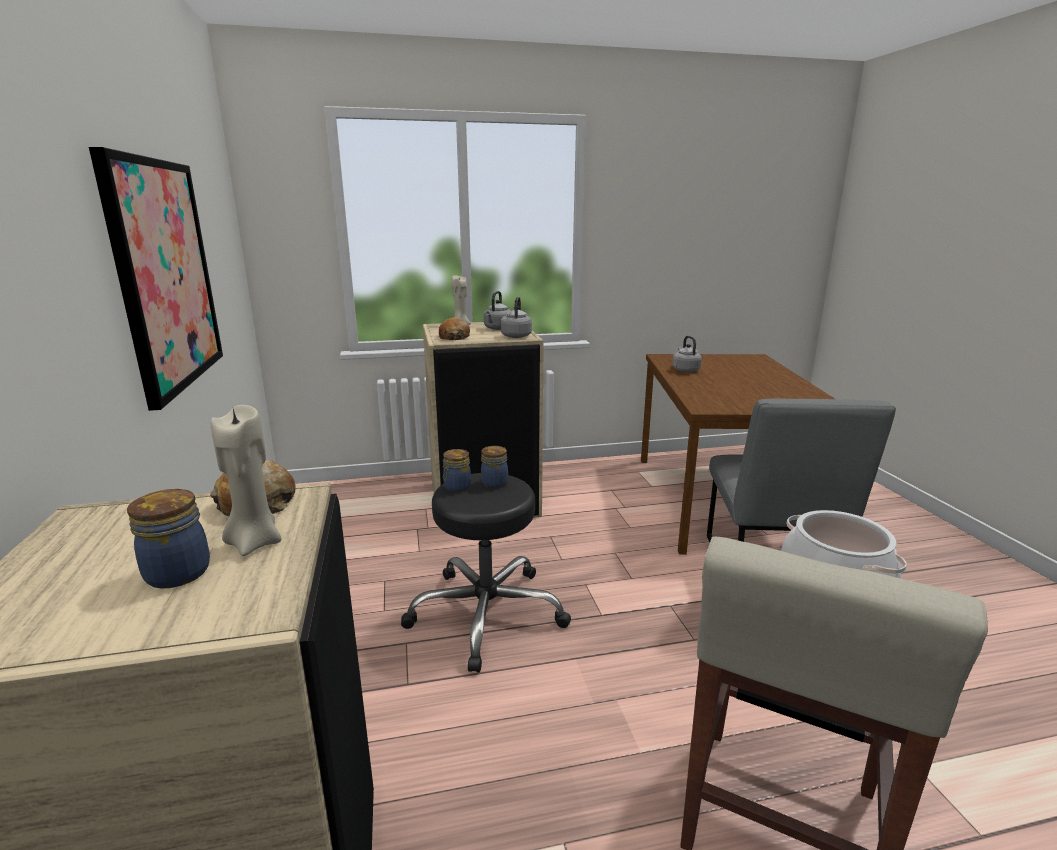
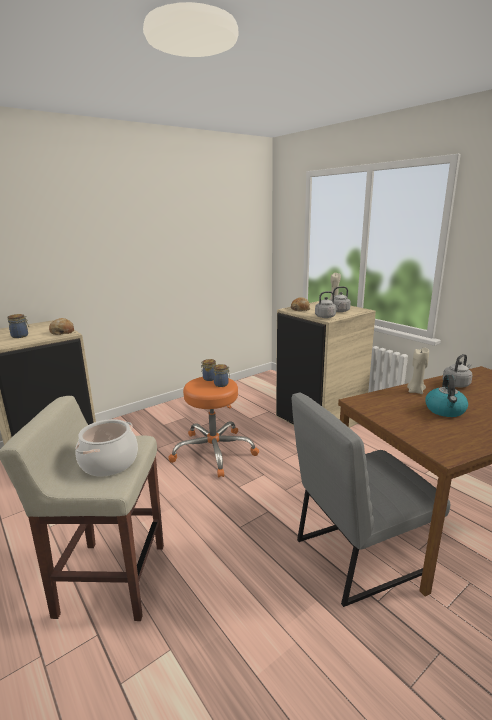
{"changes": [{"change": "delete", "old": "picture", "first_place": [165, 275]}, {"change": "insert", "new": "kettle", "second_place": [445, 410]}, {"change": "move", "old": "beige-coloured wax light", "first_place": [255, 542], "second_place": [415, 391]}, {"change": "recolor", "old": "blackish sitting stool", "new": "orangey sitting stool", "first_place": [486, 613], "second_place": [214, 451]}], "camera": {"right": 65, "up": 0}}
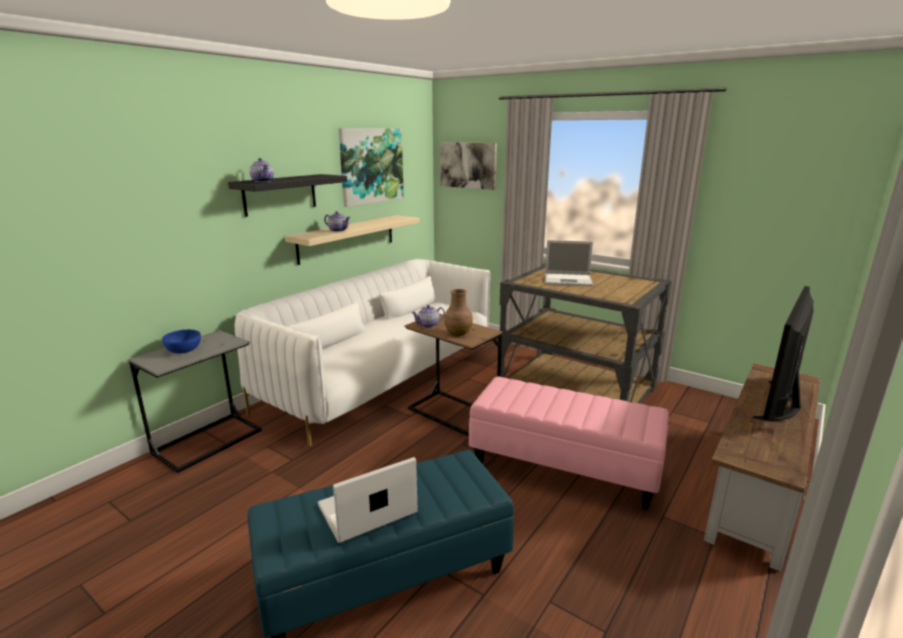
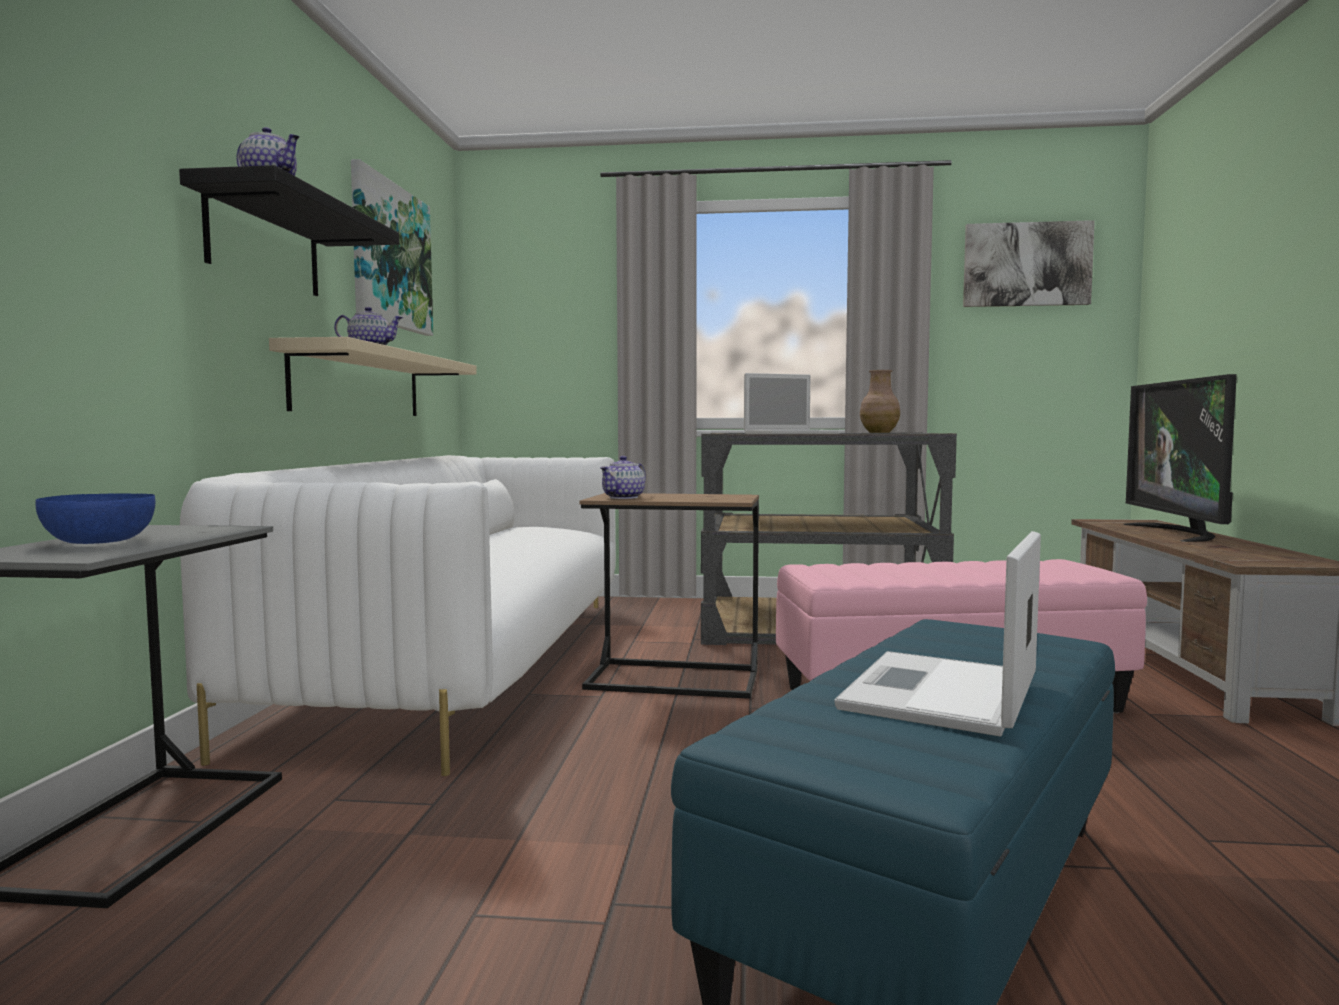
{"changes": [{"change": "move", "old": "picture", "first_place": [468, 165], "second_place": [1026, 265]}, {"change": "move", "old": "brown-coloured flower vase", "first_place": [458, 333], "second_place": [879, 432]}], "camera": {"right": -30, "up": -15}}
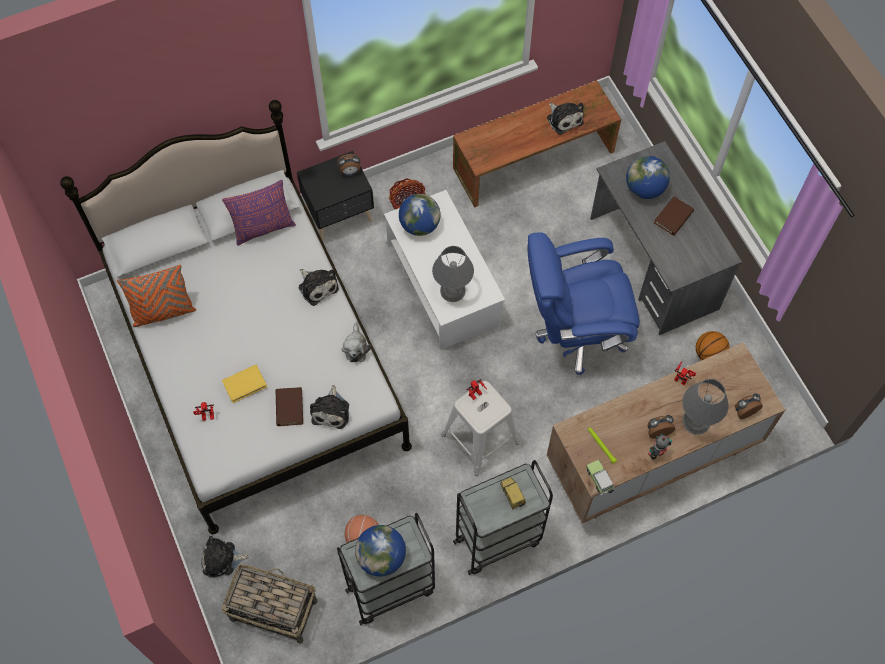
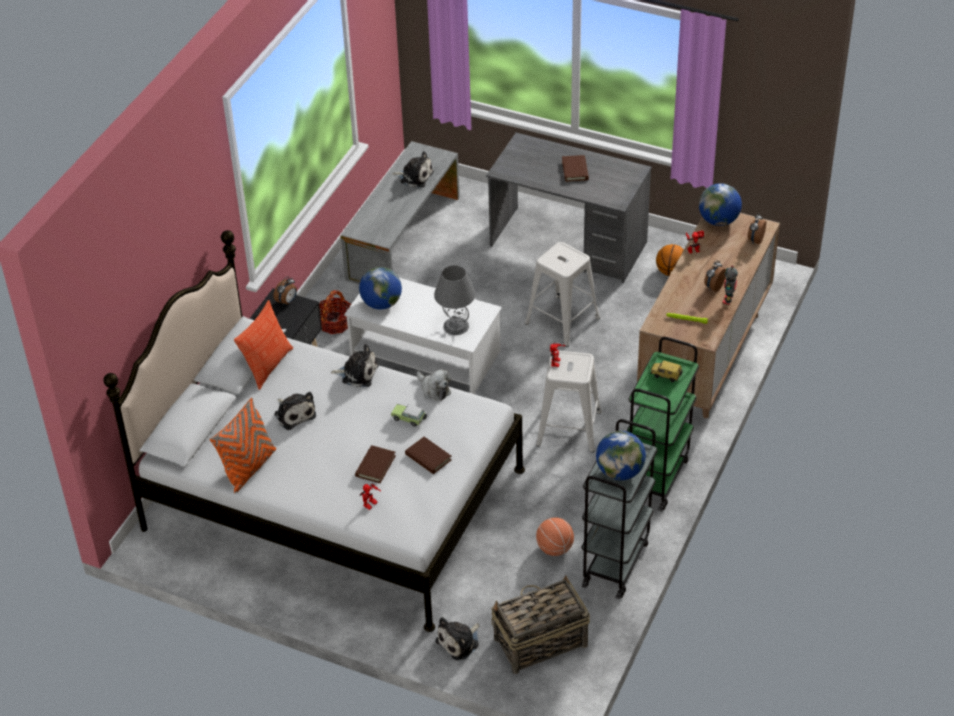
{"changes": [{"change": "delete", "old": "gray tabletop lamp", "first_place": [696, 421]}, {"change": "move", "old": "soft toy", "first_place": [331, 410], "second_place": [294, 414]}, {"change": "move", "old": "model car", "first_place": [599, 480], "second_place": [409, 419]}, {"change": "move", "old": "world globe", "first_place": [644, 188], "second_place": [718, 220]}, {"change": "replace", "old": "blue-coloured desk chair", "new": "white-coloured sitting stool", "first_place": [575, 333], "second_place": [562, 321]}, {"change": "recolor", "old": "purple cushion", "new": "orangey cushion", "first_place": [263, 228], "second_place": [268, 366]}, {"change": "recolor", "old": "yellow-coloured book", "new": "brown-coloured book", "first_place": [244, 384], "second_place": [375, 466]}, {"change": "recolor", "old": "brown-coloured indoor bench", "new": "gray indoor bench", "first_place": [534, 158], "second_place": [402, 237]}, {"change": "recolor", "old": "gray cart", "new": "greenish cart", "first_place": [497, 544], "second_place": [658, 481]}], "camera": {"right": -40, "up": -20}}
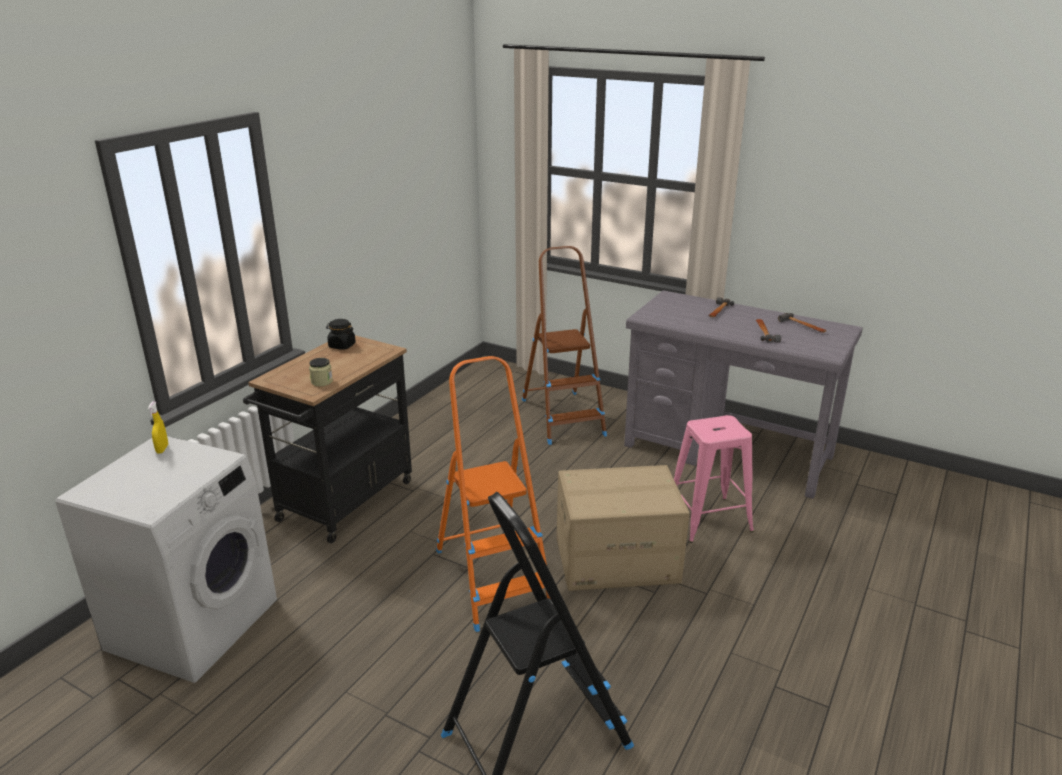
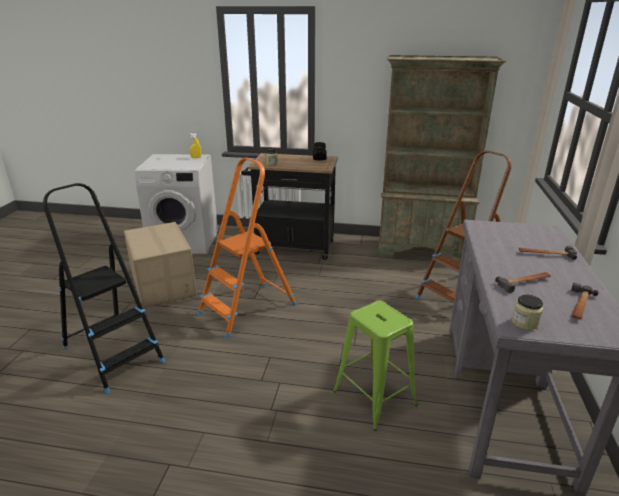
{"changes": [{"change": "insert", "new": "greenish shelving unit", "second_place": [421, 251]}, {"change": "insert", "new": "preserve jar", "second_place": [524, 322]}, {"change": "move", "old": "cardboard box", "first_place": [617, 559], "second_place": [164, 285]}, {"change": "recolor", "old": "pinkish sitting stool", "new": "greenish sitting stool", "first_place": [709, 519], "second_place": [374, 398]}], "camera": {"right": 70, "up": 0}}
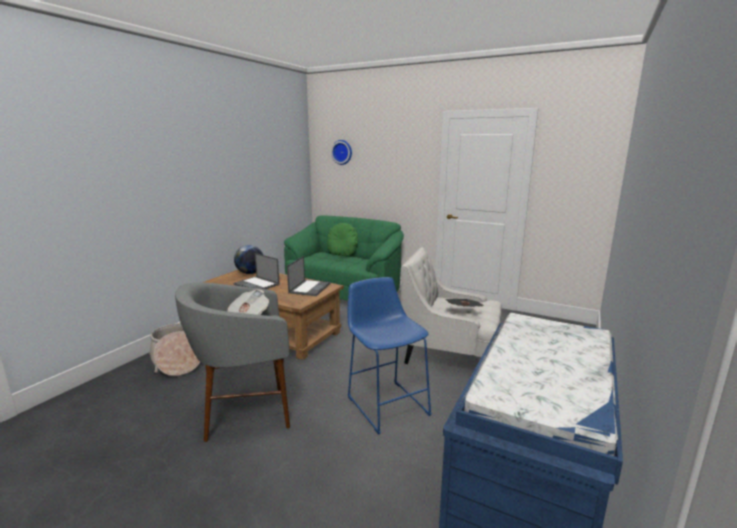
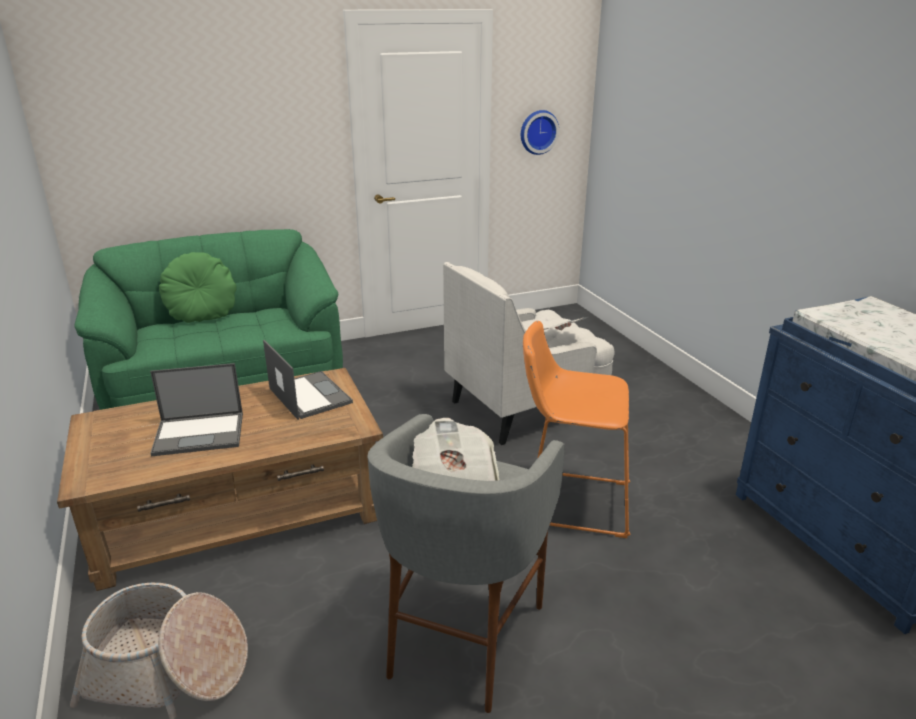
{"changes": [{"change": "delete", "old": "world globe", "first_place": [250, 273]}, {"change": "move", "old": "clock on the wall", "first_place": [342, 152], "second_place": [538, 132]}, {"change": "recolor", "old": "blue-coloured sitting stool", "new": "orangey sitting stool", "first_place": [386, 403], "second_place": [571, 502]}], "camera": {"right": -50, "up": 10}}
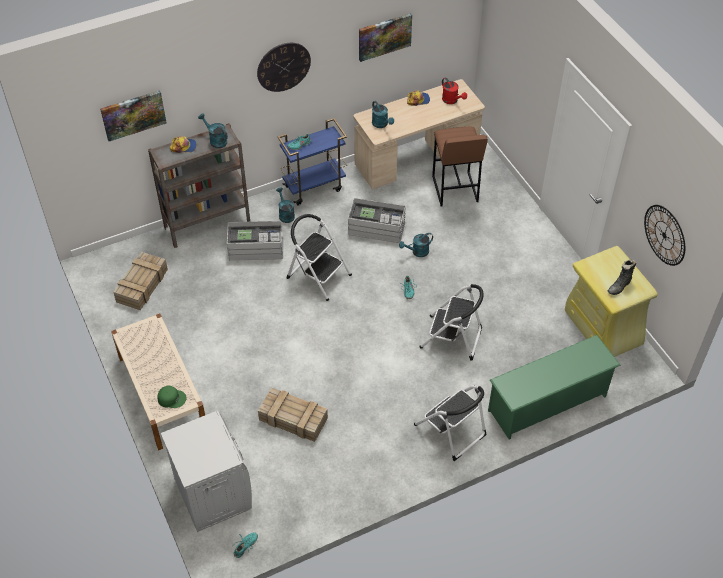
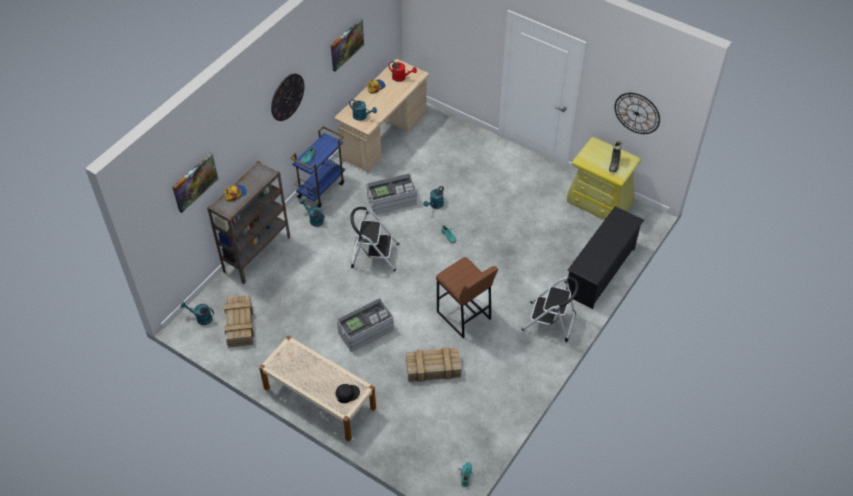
{"changes": [{"change": "delete", "old": "white-coloured laundry appliance", "first_place": [213, 494]}, {"change": "delete", "old": "step ladder", "first_place": [453, 338]}, {"change": "move", "old": "blue-green sprinkling can", "first_place": [216, 140], "second_place": [201, 318]}, {"change": "move", "old": "gray storage bin", "first_place": [256, 248], "second_place": [365, 330]}, {"change": "move", "old": "brown-coloured sitting stool", "first_place": [455, 190], "second_place": [464, 316]}, {"change": "recolor", "old": "greenish baseball cap", "new": "blackish baseball cap", "first_place": [171, 398], "second_place": [347, 393]}, {"change": "recolor", "old": "greenish shoe stand", "new": "blackish shoe stand", "first_place": [547, 403], "second_place": [600, 272]}], "camera": {"right": -30, "up": 0}}
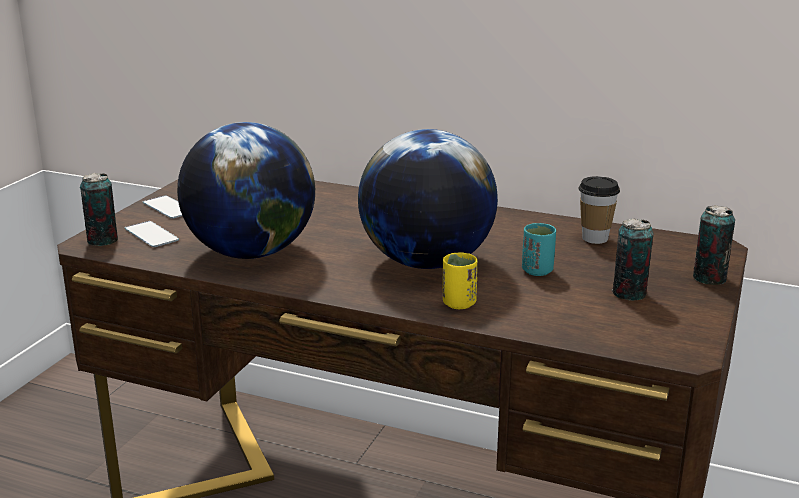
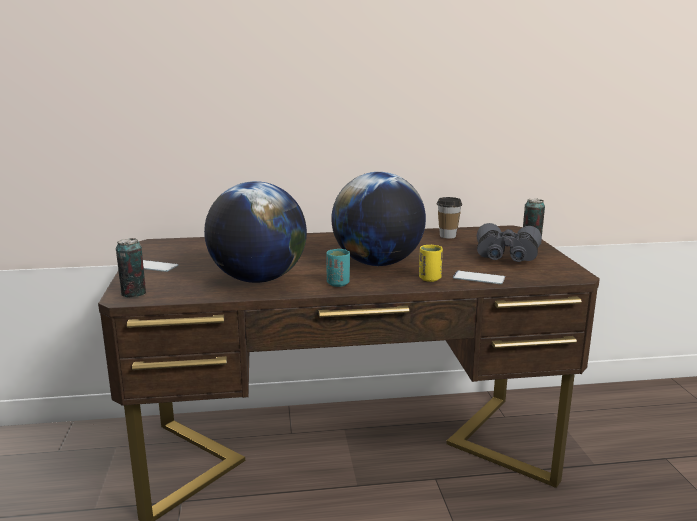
{"changes": [{"change": "move", "old": "telephone", "first_place": [151, 235], "second_place": [478, 278]}, {"change": "move", "old": "blue-green small cup", "first_place": [537, 271], "second_place": [338, 283]}, {"change": "replace", "old": "can", "new": "gray binoculars", "first_place": [629, 294], "second_place": [506, 256]}], "camera": {"right": -30, "up": -5}}
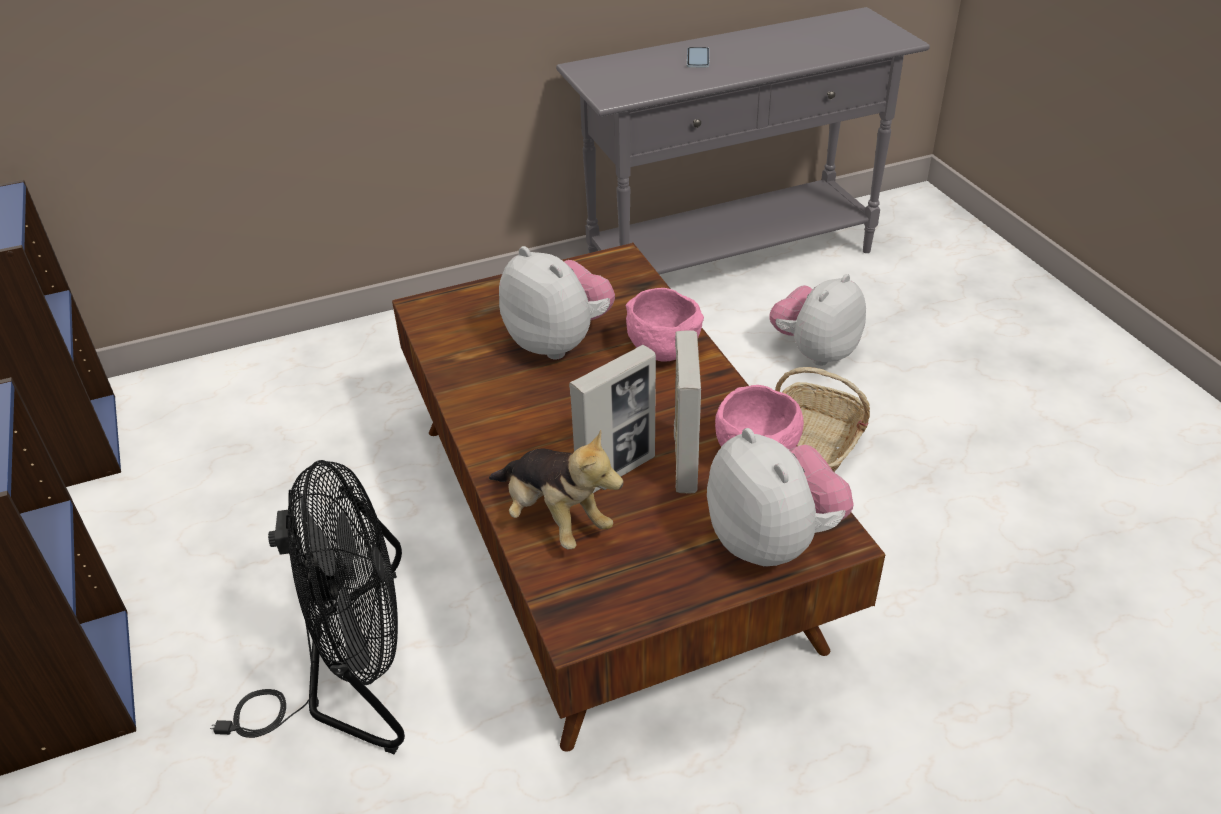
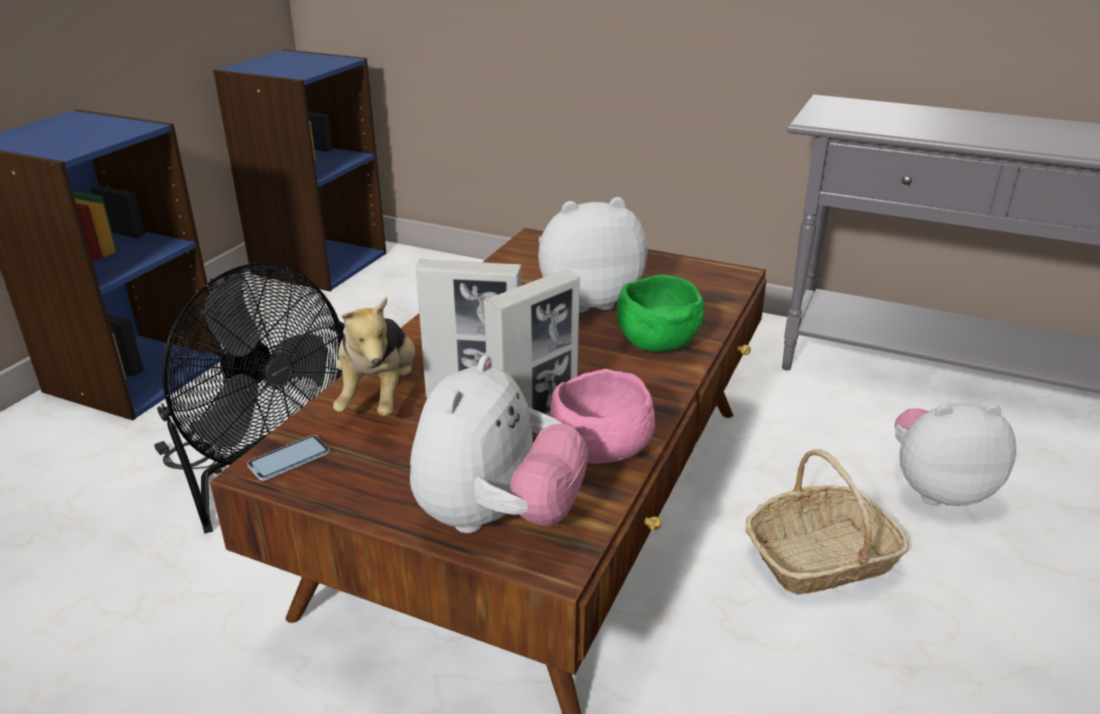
{"changes": [{"change": "move", "old": "telephone", "first_place": [698, 59], "second_place": [289, 459]}, {"change": "recolor", "old": "pinkish serving bowl", "new": "greenish serving bowl", "first_place": [661, 350], "second_place": [656, 343]}, {"change": "rotate", "old": "soft toy", "first_place": [559, 342], "second_place": [587, 300], "degrees": -105}], "camera": {"right": 45, "up": -10}}
